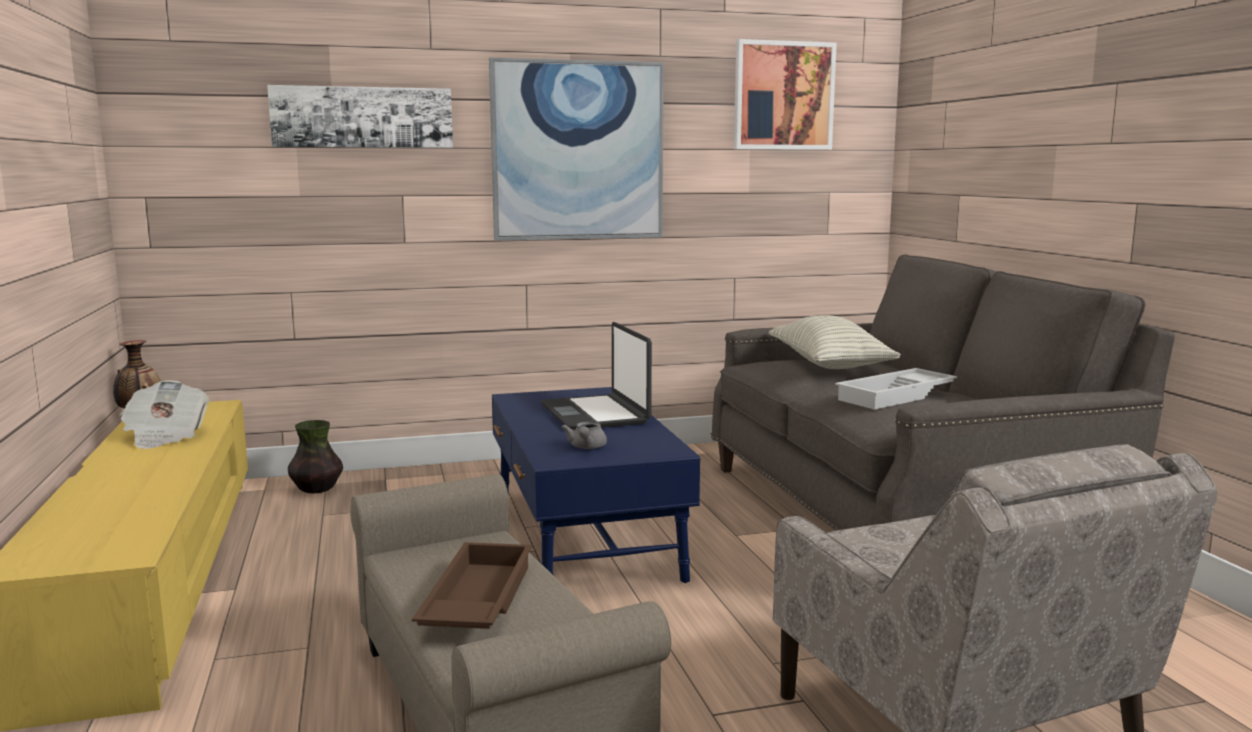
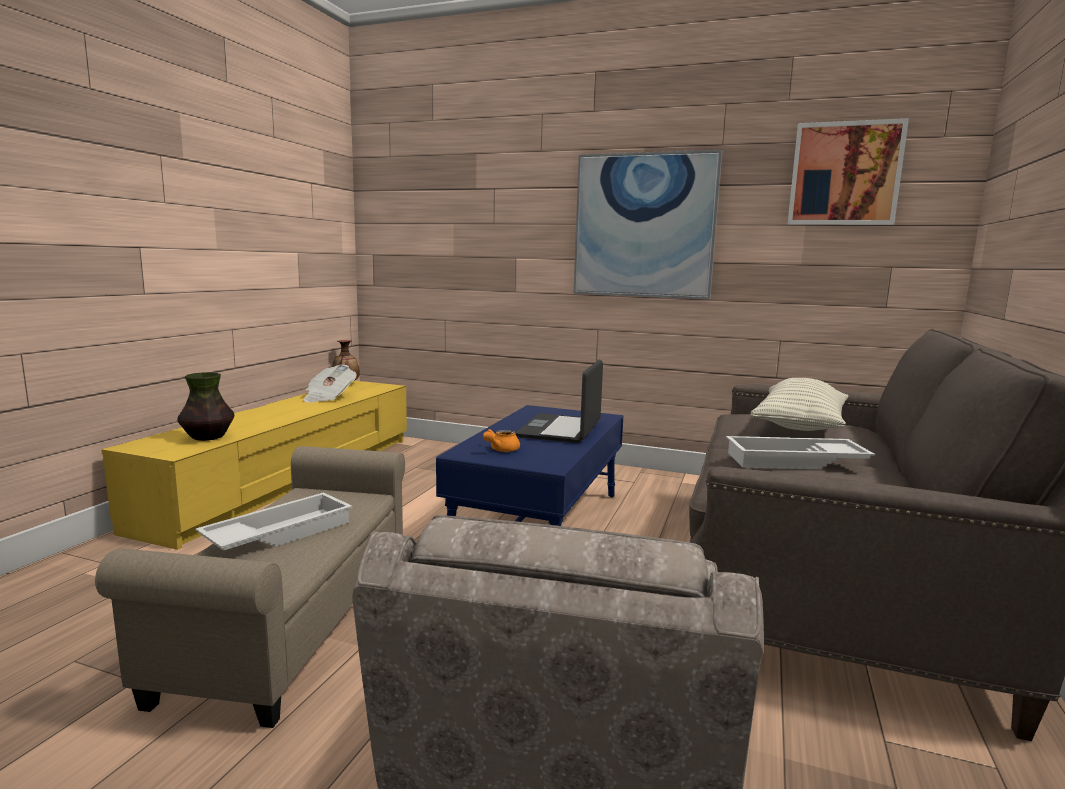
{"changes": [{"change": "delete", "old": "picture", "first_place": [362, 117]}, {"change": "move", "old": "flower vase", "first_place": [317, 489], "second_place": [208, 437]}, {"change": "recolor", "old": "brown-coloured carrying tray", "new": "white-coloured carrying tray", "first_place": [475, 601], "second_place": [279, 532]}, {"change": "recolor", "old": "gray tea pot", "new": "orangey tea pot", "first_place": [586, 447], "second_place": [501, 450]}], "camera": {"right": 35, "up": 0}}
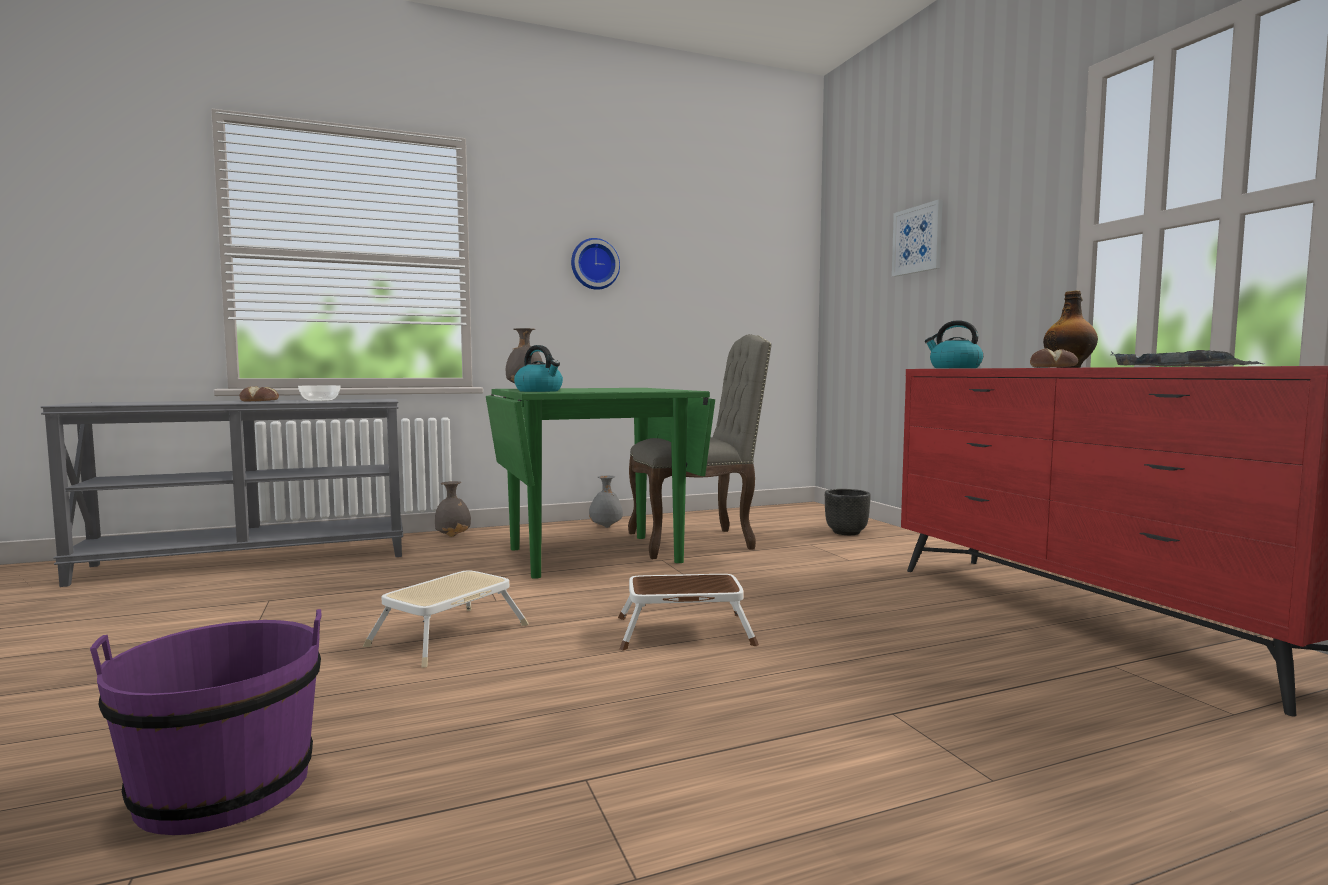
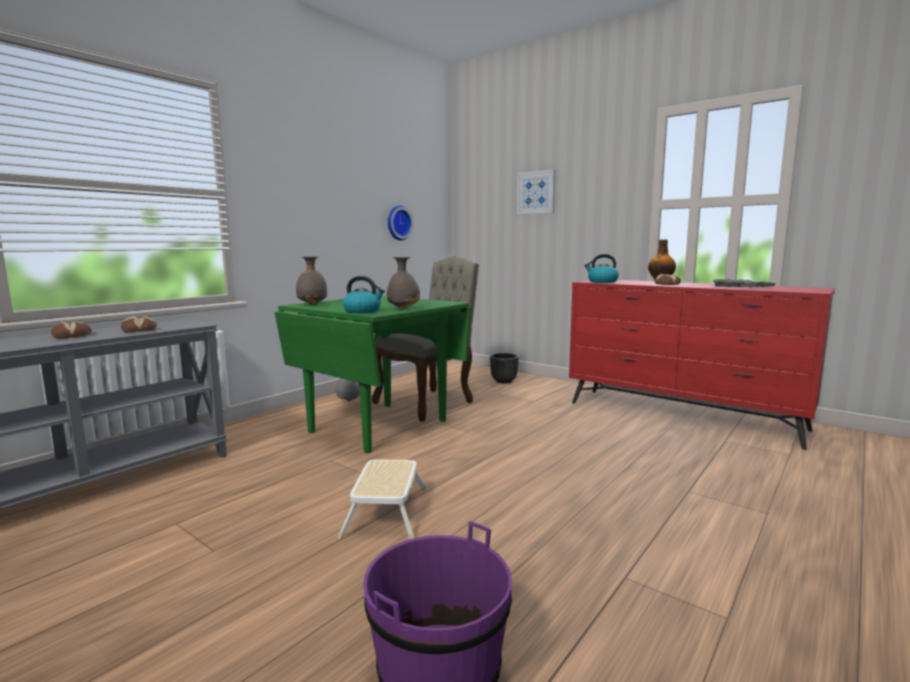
{"changes": [{"change": "delete", "old": "brown-coloured step ladder", "first_place": [684, 631]}, {"change": "move", "old": "gray flower vase", "first_place": [454, 536], "second_place": [403, 309]}, {"change": "move", "old": "clock on the wall", "first_place": [594, 264], "second_place": [397, 223]}, {"change": "replace", "old": "serving bowl", "new": "bread", "first_place": [320, 400], "second_place": [139, 330]}], "camera": {"right": -30, "up": 5}}
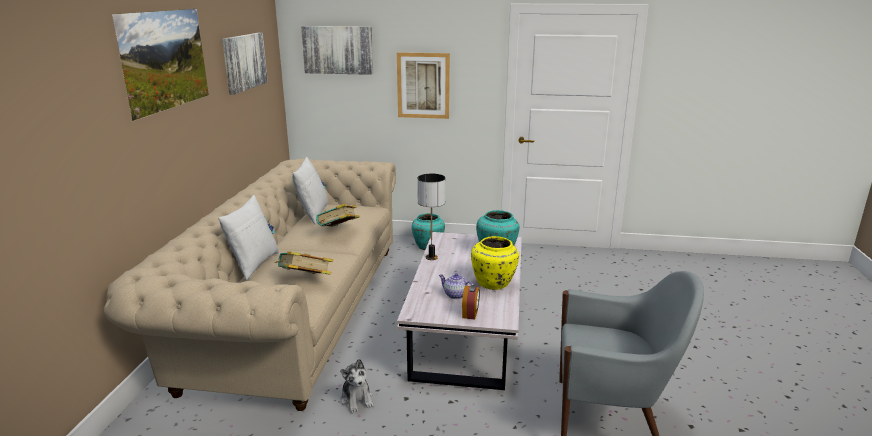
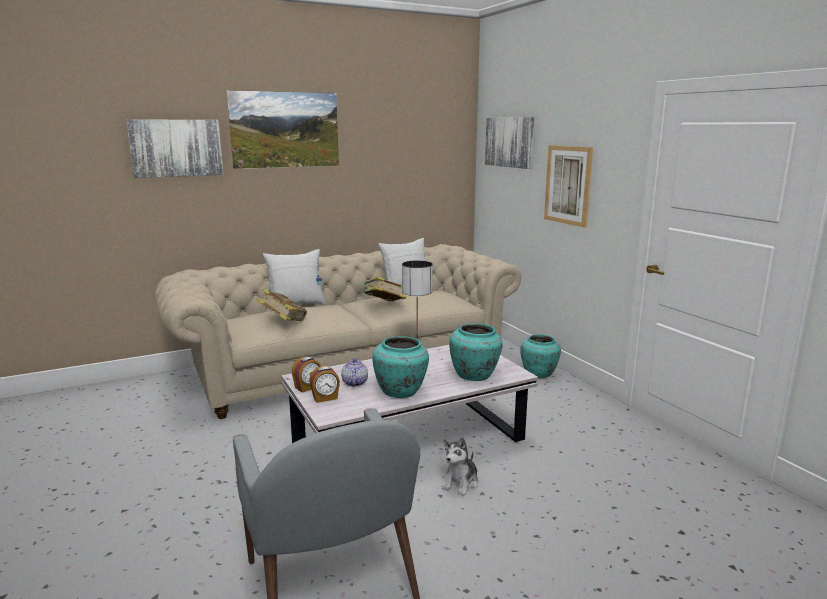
{"changes": [{"change": "insert", "new": "bedside clock", "second_place": [307, 387]}, {"change": "move", "old": "picture", "first_place": [244, 62], "second_place": [176, 148]}, {"change": "move", "old": "soft toy", "first_place": [357, 399], "second_place": [461, 483]}, {"change": "recolor", "old": "yellow-coloured flower vase", "new": "blue-green flower vase", "first_place": [494, 284], "second_place": [401, 392]}], "camera": {"right": 55, "up": -5}}
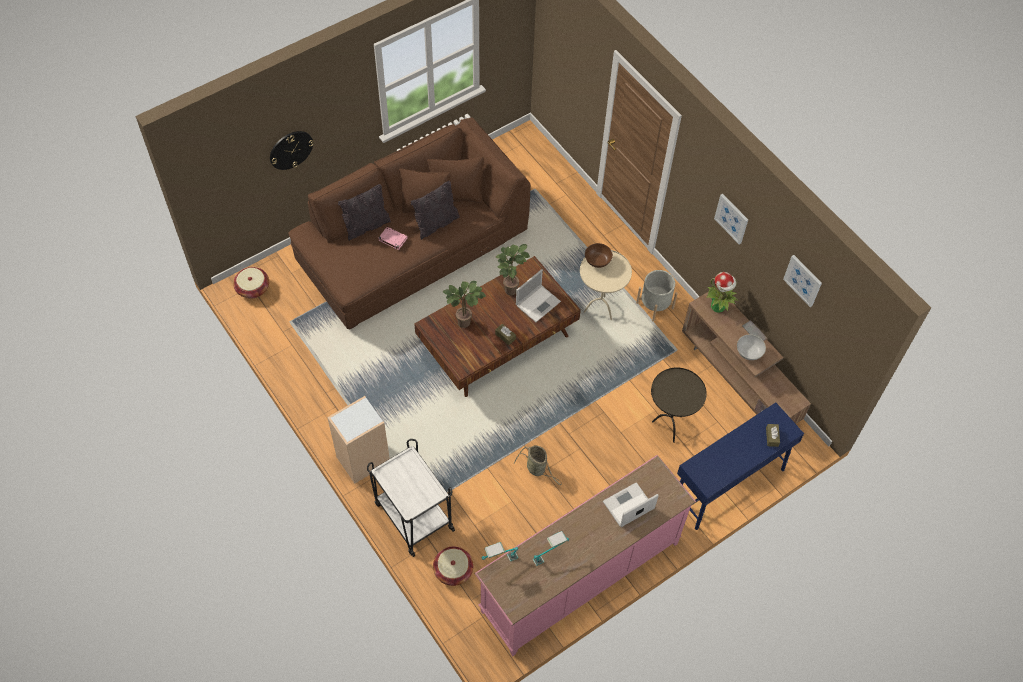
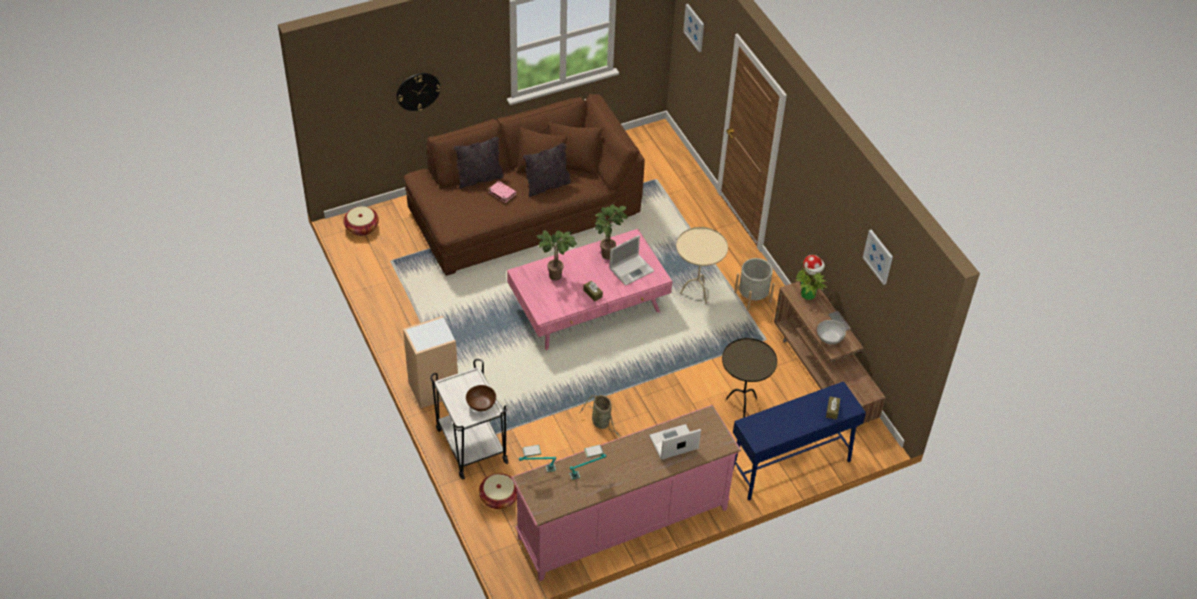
{"changes": [{"change": "move", "old": "brown-coloured serving bowl", "first_place": [597, 261], "second_place": [481, 405]}, {"change": "move", "old": "picture", "first_place": [732, 218], "second_place": [694, 27]}, {"change": "recolor", "old": "brown-coloured low table", "new": "pinkish low table", "first_place": [498, 341], "second_place": [589, 306]}], "camera": {"right": 10, "up": -10}}
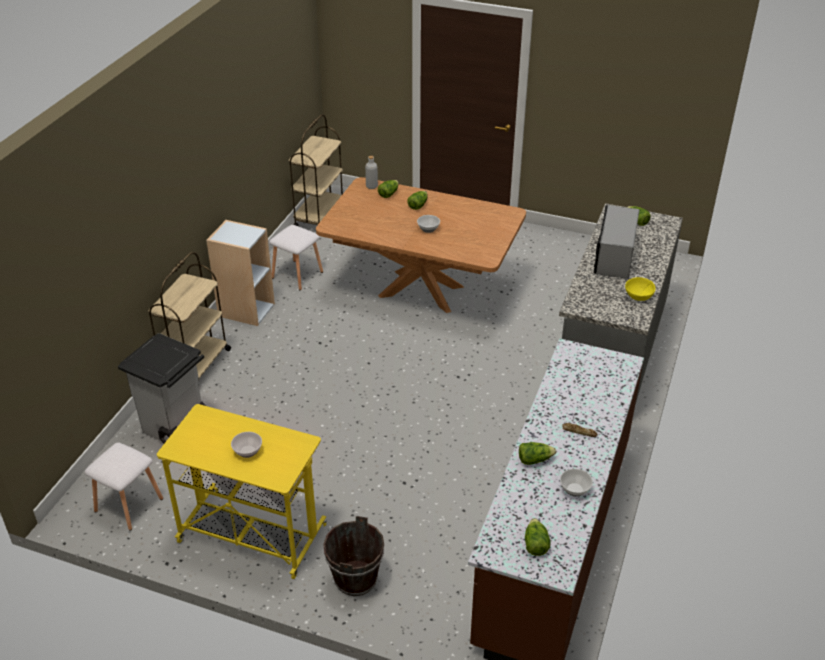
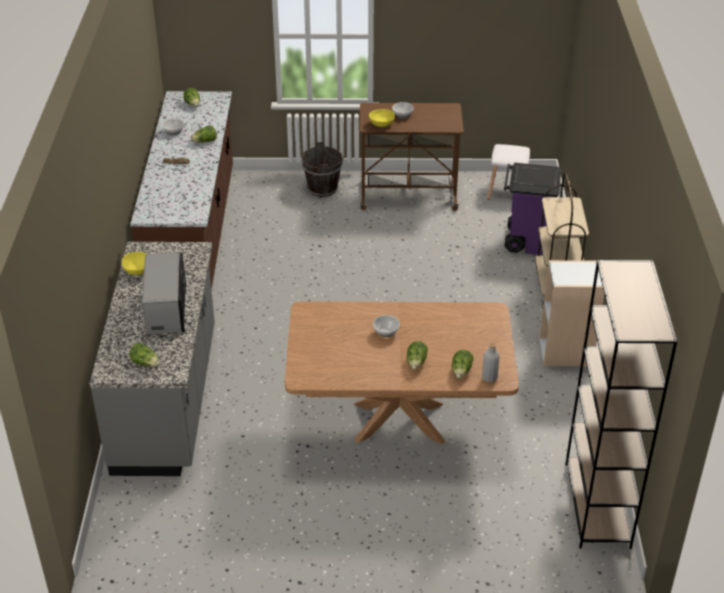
{"changes": [{"change": "delete", "old": "white-coloured sitting stool", "first_place": [297, 274]}, {"change": "insert", "new": "yellow-coloured serving bowl", "second_place": [381, 124]}, {"change": "replace", "old": "beige-coloured cart", "new": "beige-coloured shelving unit", "first_place": [319, 216], "second_place": [598, 505]}, {"change": "recolor", "old": "gray rubbish bin", "new": "purple rubbish bin", "first_place": [175, 427], "second_place": [526, 241]}, {"change": "recolor", "old": "yellow-coloured desk table", "new": "brown-coloured desk table", "first_place": [251, 533], "second_place": [408, 195]}], "camera": {"right": 160, "up": 0}}
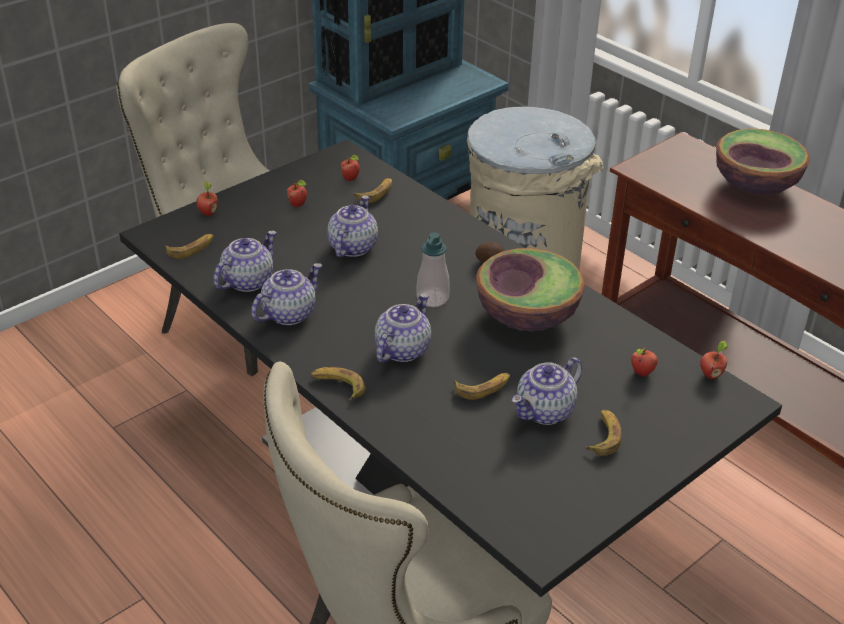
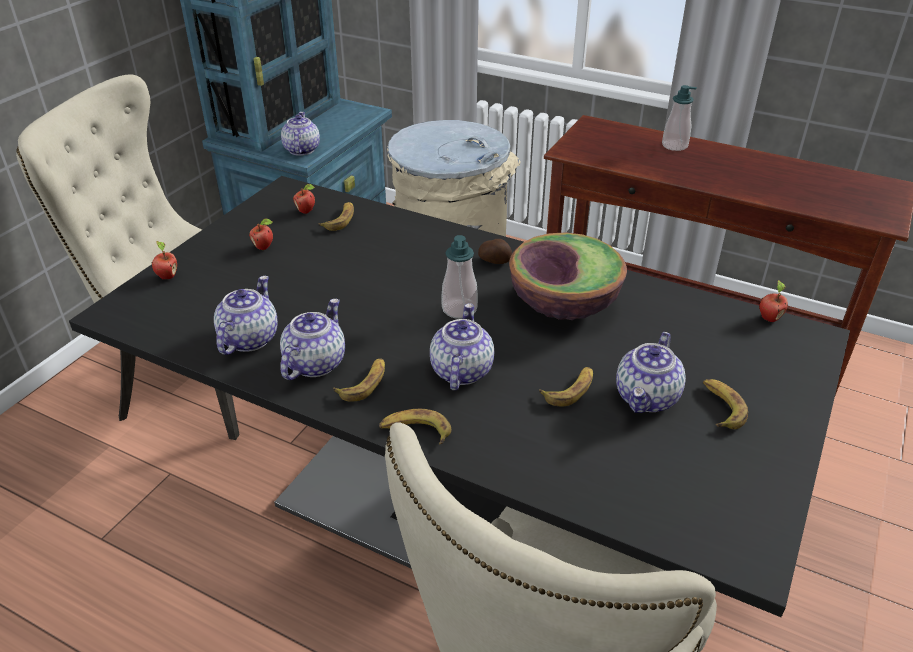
{"changes": [{"change": "delete", "old": "whole apple", "first_place": [641, 373]}, {"change": "move", "old": "banana", "first_place": [191, 249], "second_place": [364, 383]}, {"change": "move", "old": "tea pot", "first_place": [352, 247], "second_place": [301, 150]}, {"change": "replace", "old": "serving bowl", "new": "soap dispenser", "first_place": [754, 185], "second_place": [674, 145]}], "camera": {"right": -20, "up": 0}}
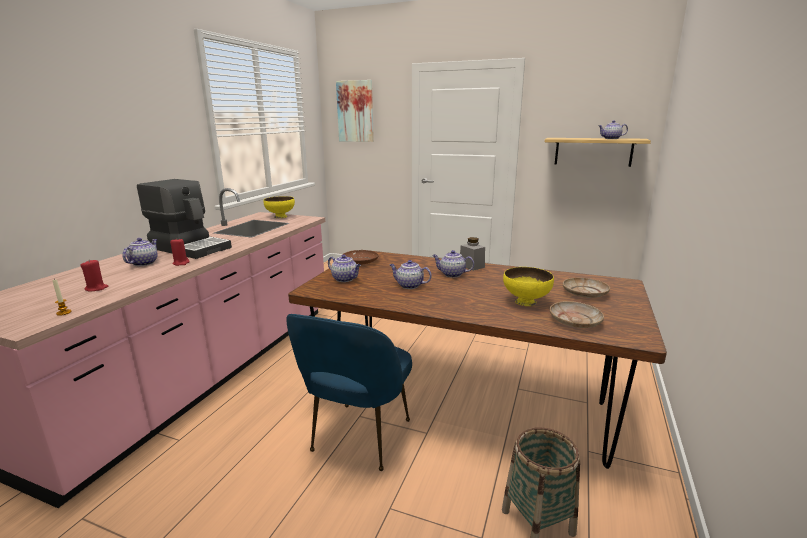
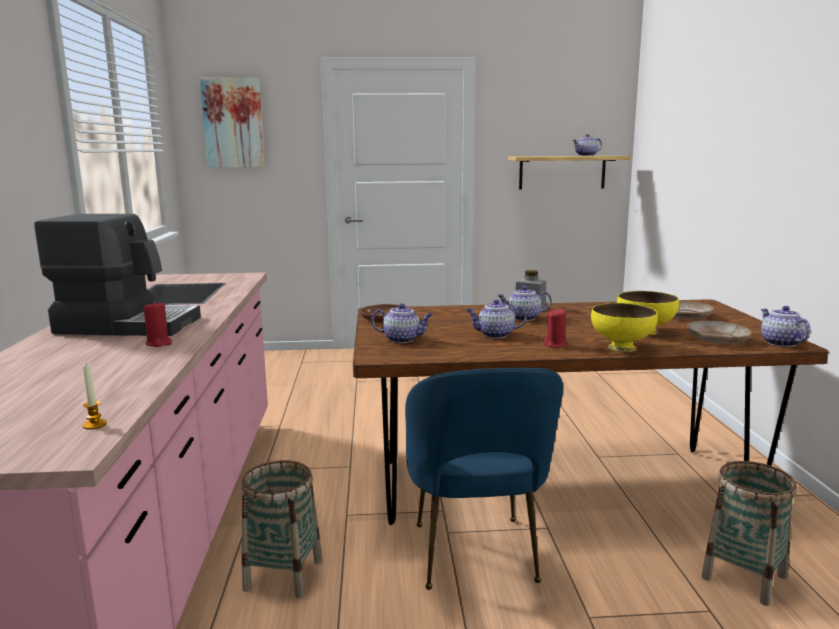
{"changes": [{"change": "insert", "new": "household basket", "second_place": [284, 574]}, {"change": "move", "old": "red-coloured wax light", "first_place": [96, 288], "second_place": [555, 345]}, {"change": "move", "old": "tea pot", "first_place": [144, 263], "second_place": [780, 343]}, {"change": "move", "old": "yellow-coloured serving bowl", "first_place": [280, 216], "second_place": [621, 347]}], "camera": {"right": -25, "up": -5}}
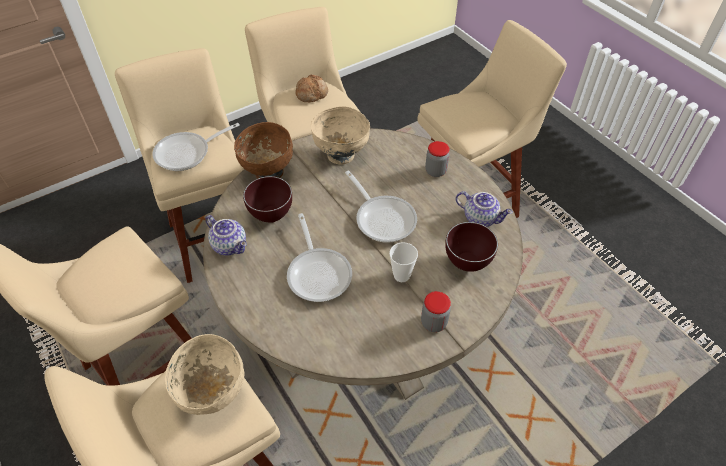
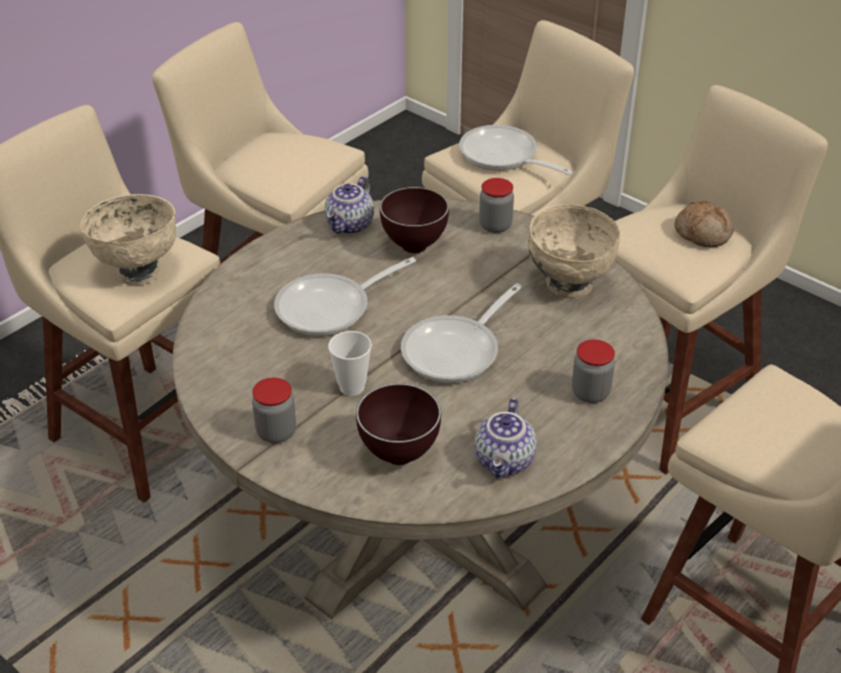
{"changes": [{"change": "replace", "old": "brown-coloured serving bowl", "new": "preserve jar", "first_place": [268, 173], "second_place": [495, 226]}], "camera": {"right": 75, "up": -10}}
